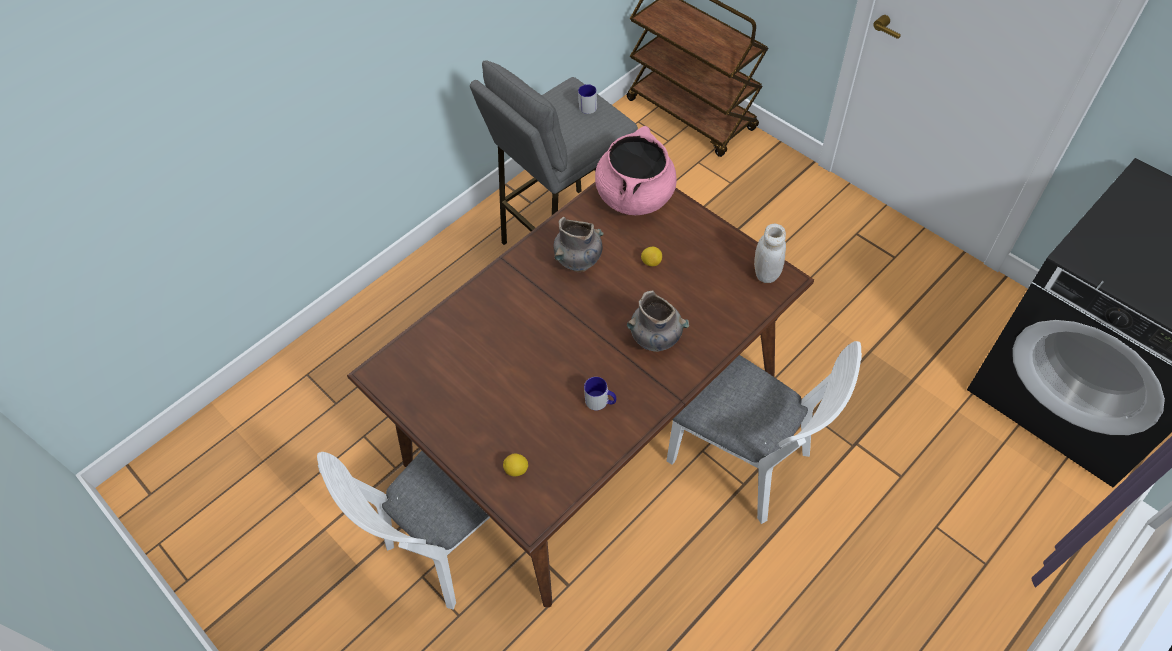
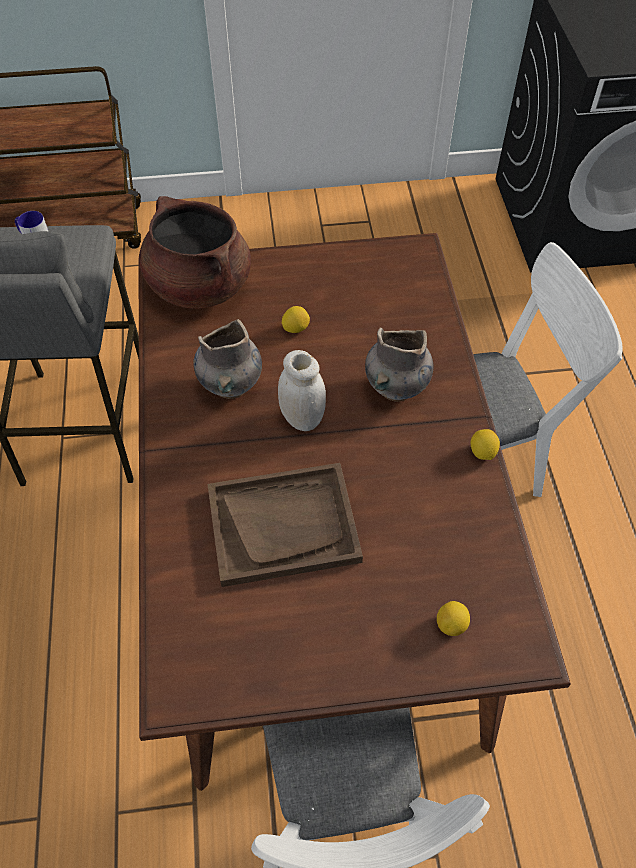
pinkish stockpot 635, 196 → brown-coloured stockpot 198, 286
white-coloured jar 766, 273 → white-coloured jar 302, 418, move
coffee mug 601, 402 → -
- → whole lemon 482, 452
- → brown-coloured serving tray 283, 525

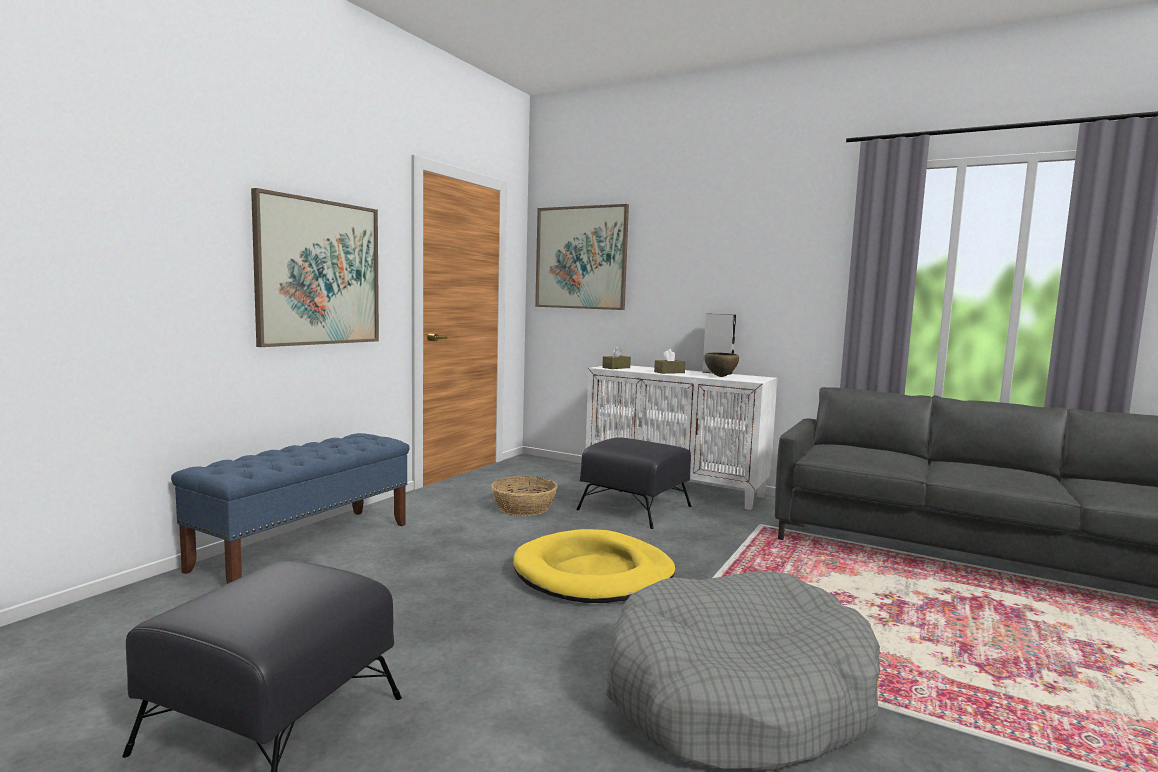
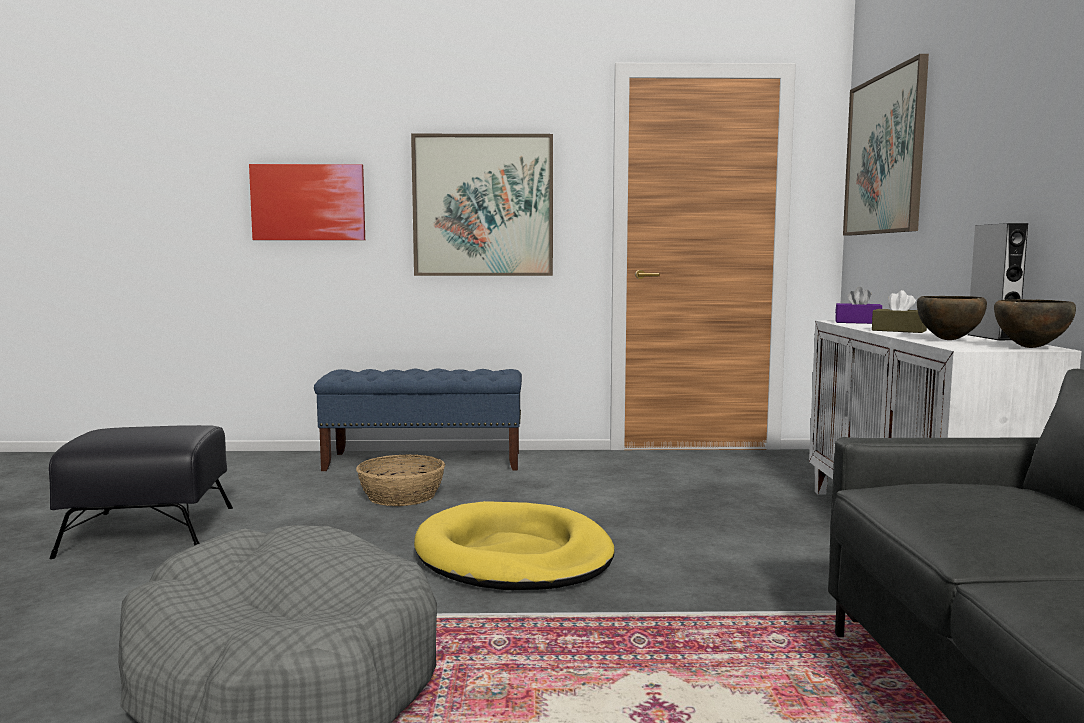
brown-coloured tissue holder 616, 368 → purple tissue holder 857, 322
black pouffe 635, 508 → -
household basket 523, 508 → household basket 402, 496, move
- → wall picture 308, 202
- → brown-coloured bowl 1030, 347

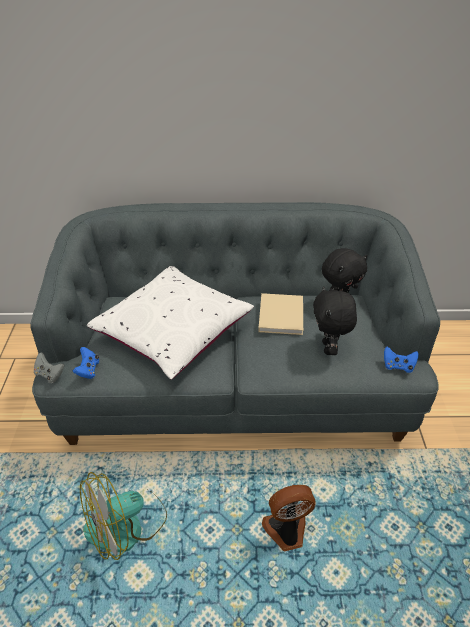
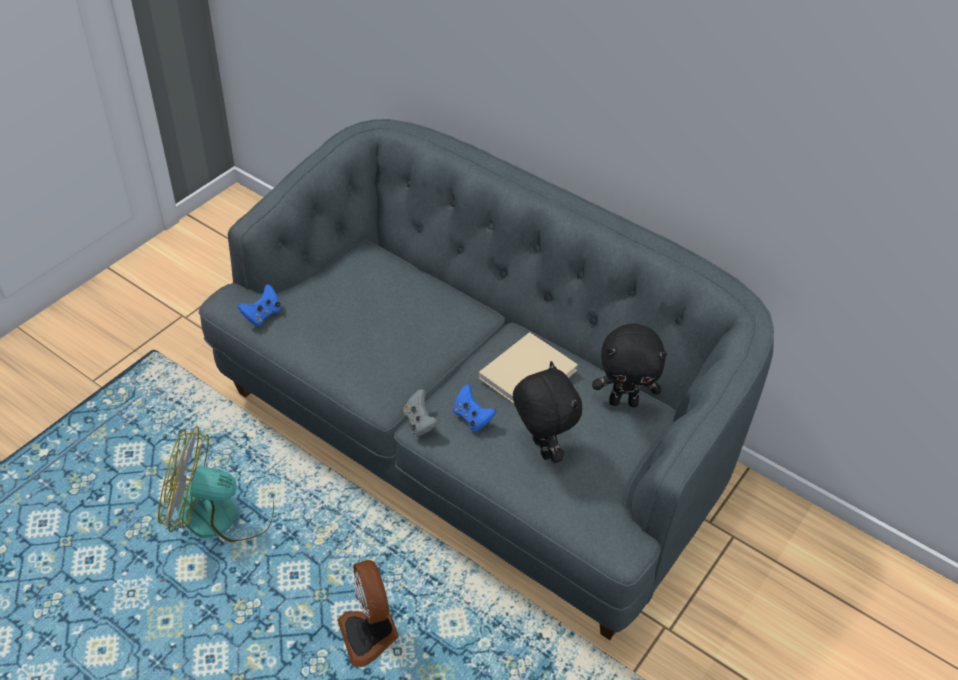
white-coloured pillow 173, 331 → -
black soft toy 329, 348 → black soft toy 540, 448, 120 degrees clockwise
blue-coloured joypad 398, 366 → blue-coloured joypad 472, 417, move
grey joypad 50, 375 → grey joypad 419, 422, move
cooling fan 286, 531 → cooling fan 370, 635, 135 degrees counterclockwise

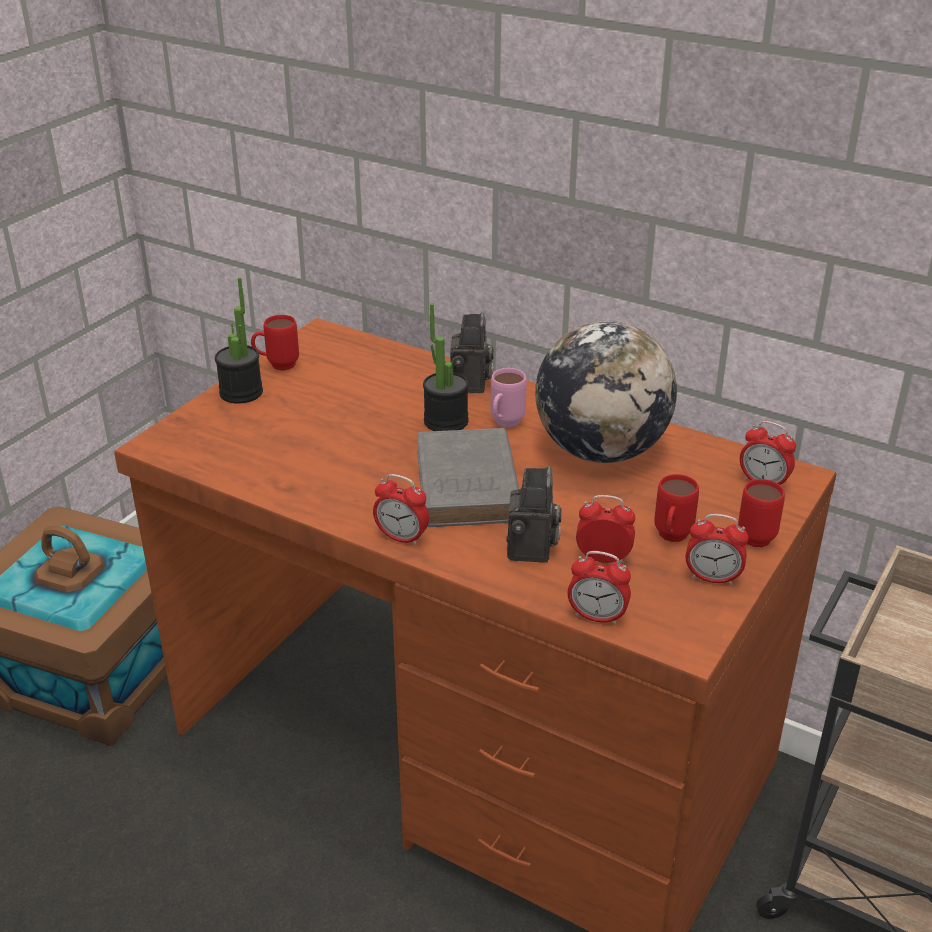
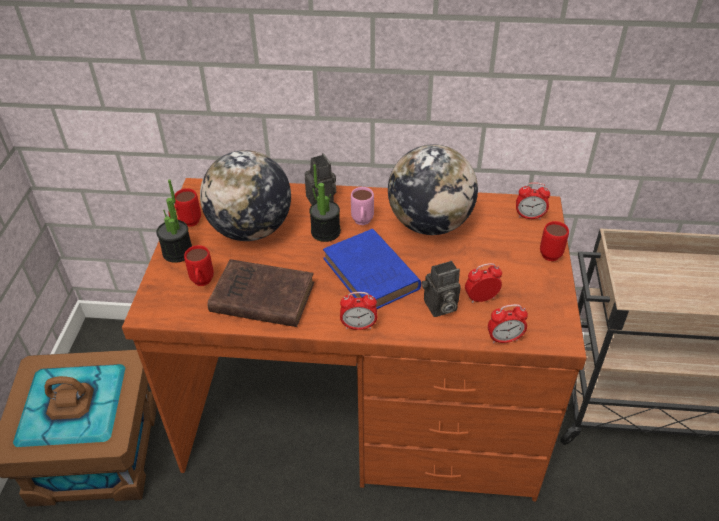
grey bound book 468, 487 → blue-coloured bound book 372, 276
still camera 532, 551 → still camera 439, 307, 90 degrees clockwise
red-coloured coffee mug 671, 538 → red-coloured coffee mug 202, 284, move
table clock 712, 578 → -
- → world globe 251, 229
- → brown-coloured bound book 260, 297

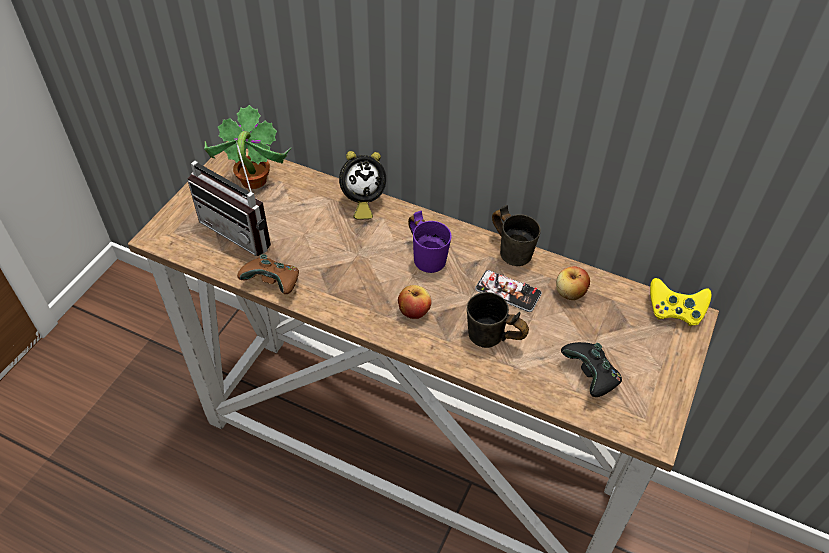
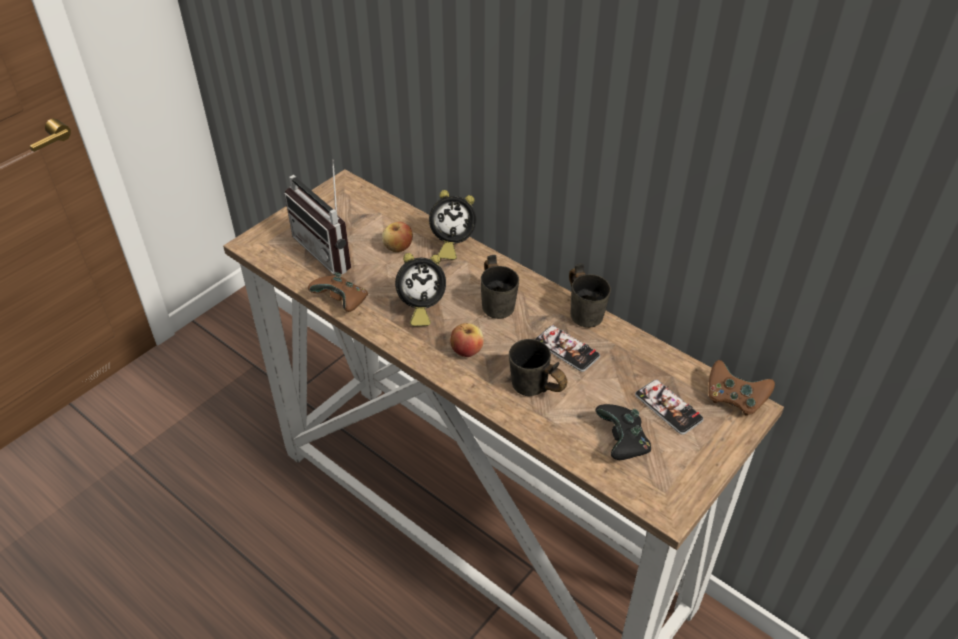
plant in a pot 253, 181 → -
purple coffee mug 429, 256 → grey coffee mug 500, 303
whole apple 570, 293 → whole apple 398, 247, move
yellow joypad 674, 312 → brown-coloured joypad 734, 399
- → table clock 420, 308
- → handset 668, 407

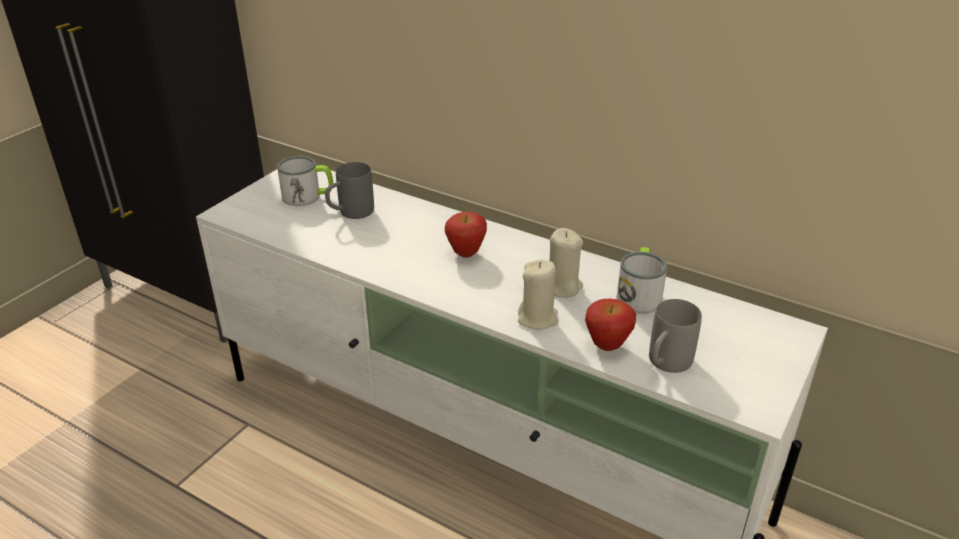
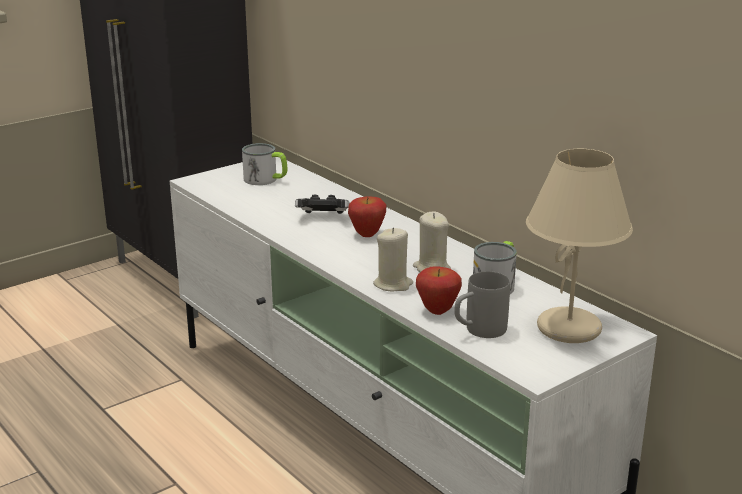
grey coffee mug 350, 213 → -
- → beige-coloured lamp for a table 569, 329
- → joypad 323, 218

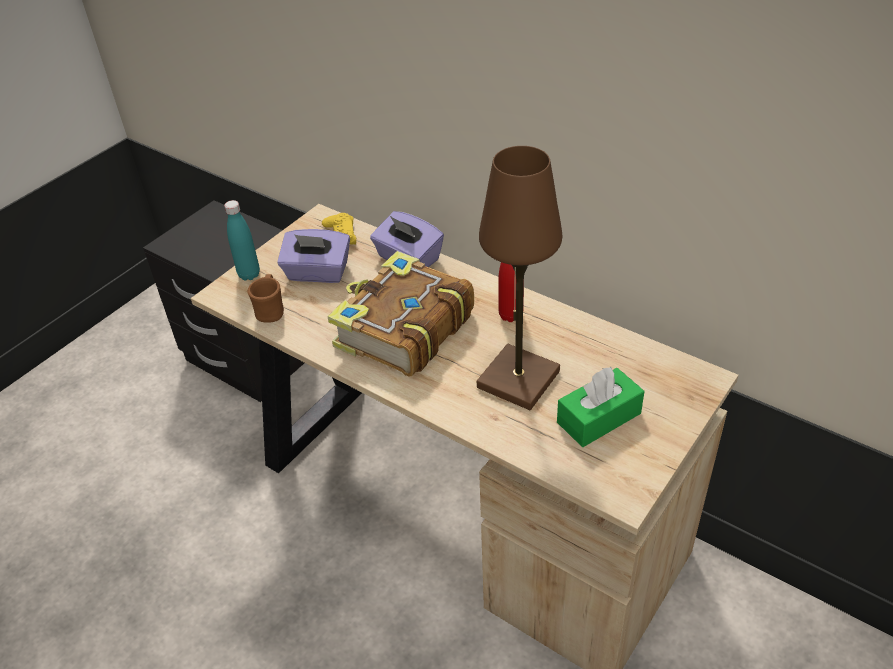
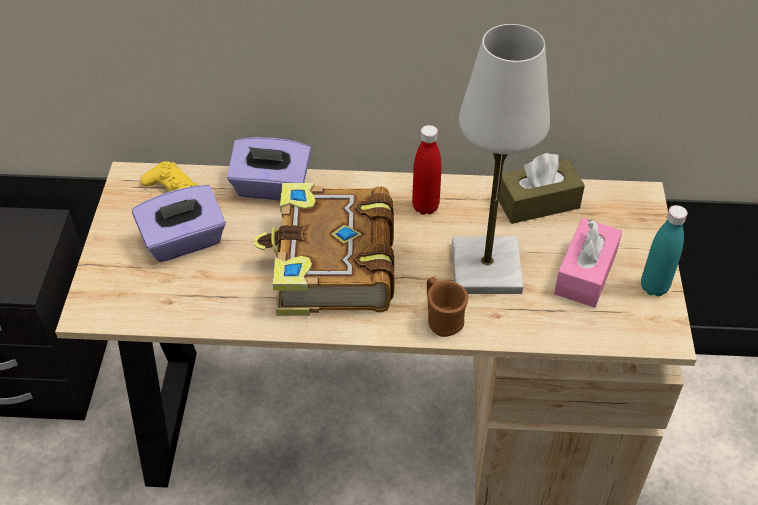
brown-coloured lamp for a table 518, 380 → white-coloured lamp for a table 486, 268
turquoise beverage bottle 249, 274 → turquoise beverage bottle 654, 287, move
brown-coloured coffee mug 271, 311 → brown-coloured coffee mug 442, 319, move
greenish tissue holder 599, 418 → pinkish tissue holder 585, 273
- → brown-coloured tissue holder 538, 203

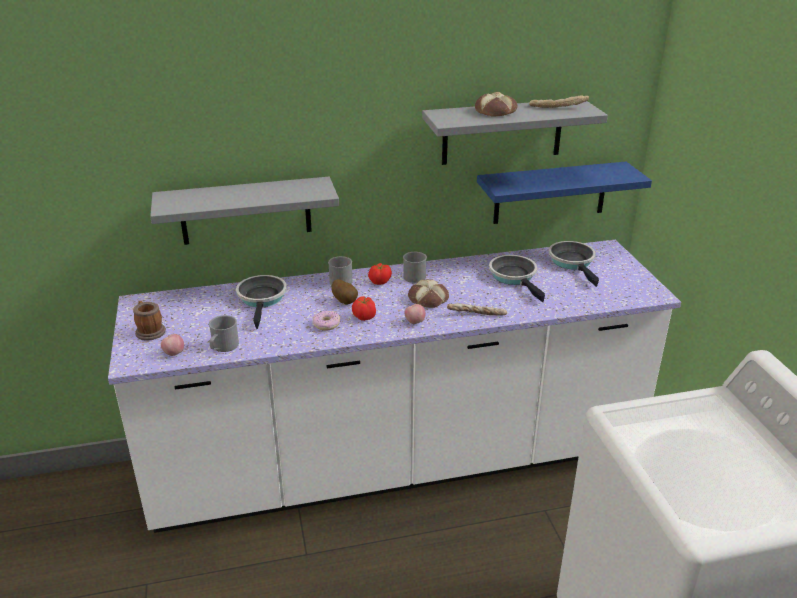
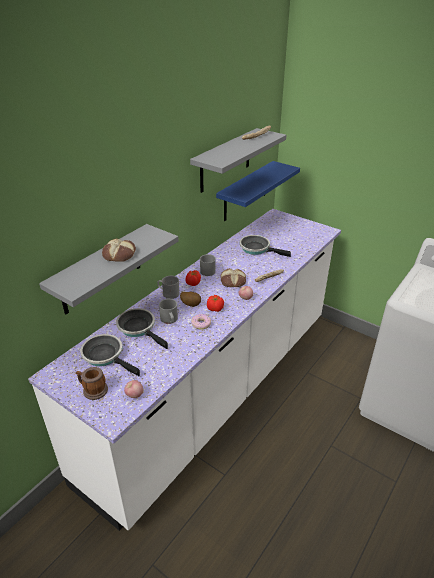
baked bread 496, 111 → baked bread 120, 254, move
skillet 573, 262 → skillet 106, 356, move
grey coffee mug 223, 347 → grey coffee mug 169, 320, move

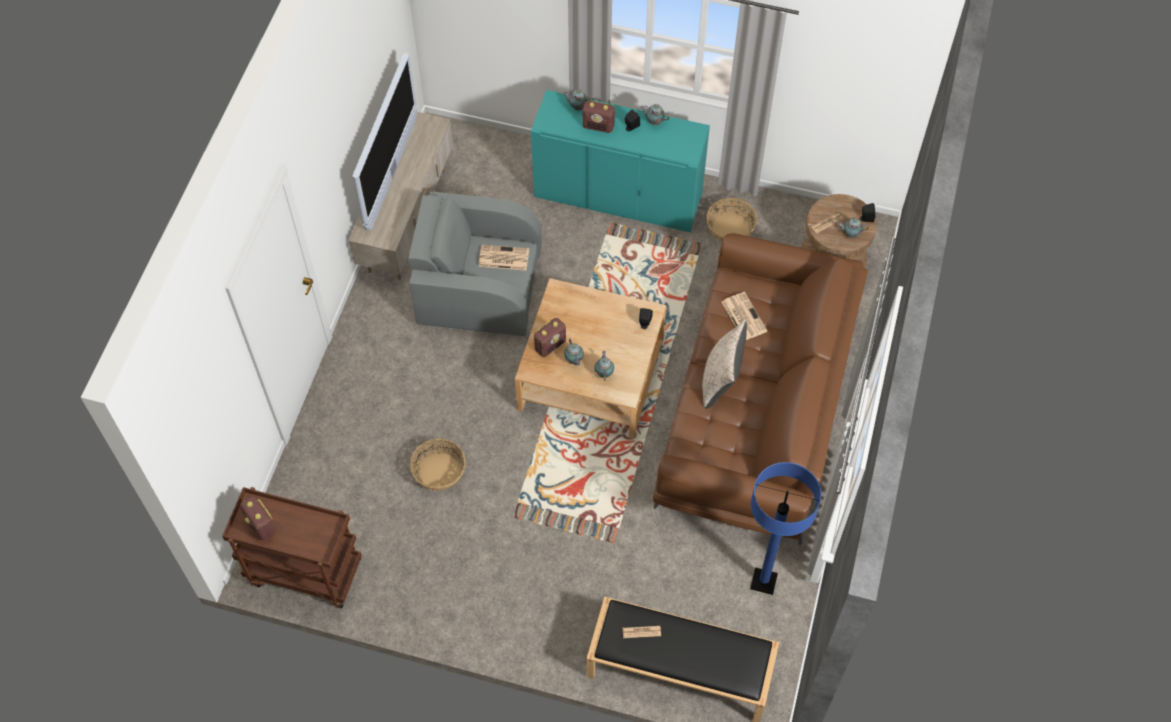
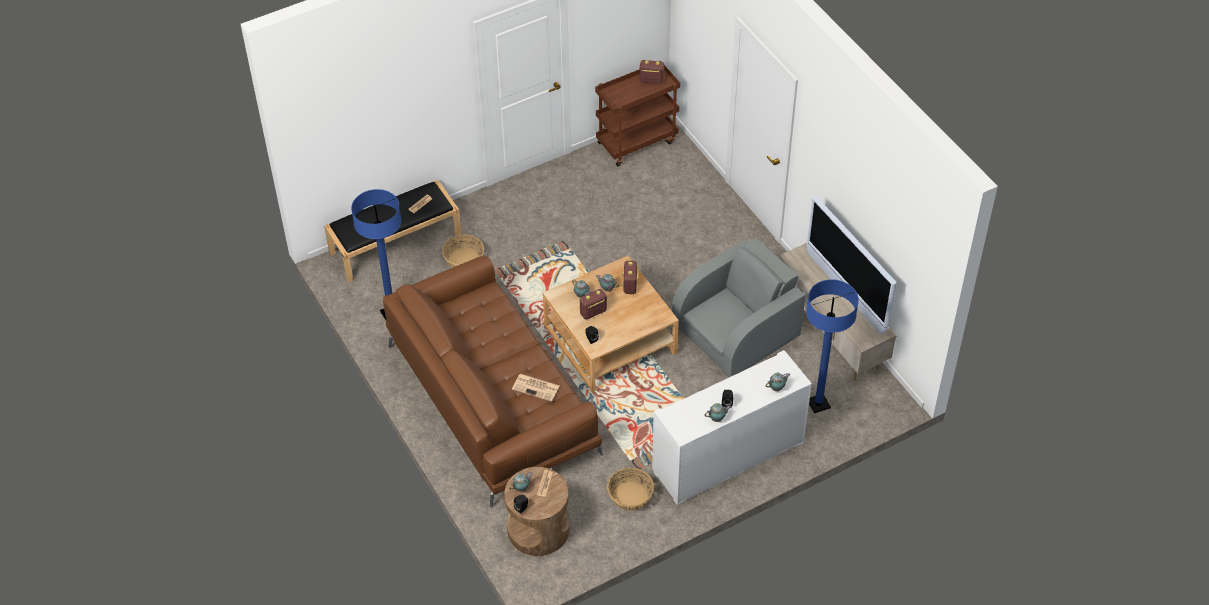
turquoise storage cabinet 618, 195 → white-coloured storage cabinet 728, 457
radio 599, 126 → radio 593, 312, move
newspaper 503, 258 → -
beige-coloured pillow 720, 380 → -
household basket 439, 472 → household basket 463, 259, move
- → blue-coloured standing lamp 818, 404

